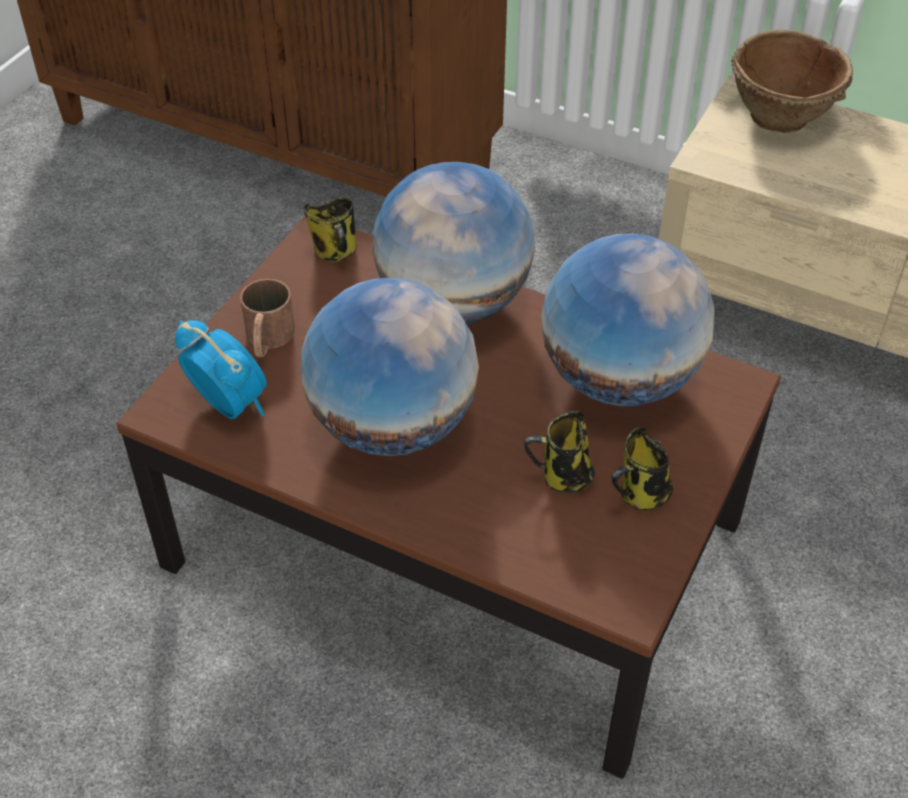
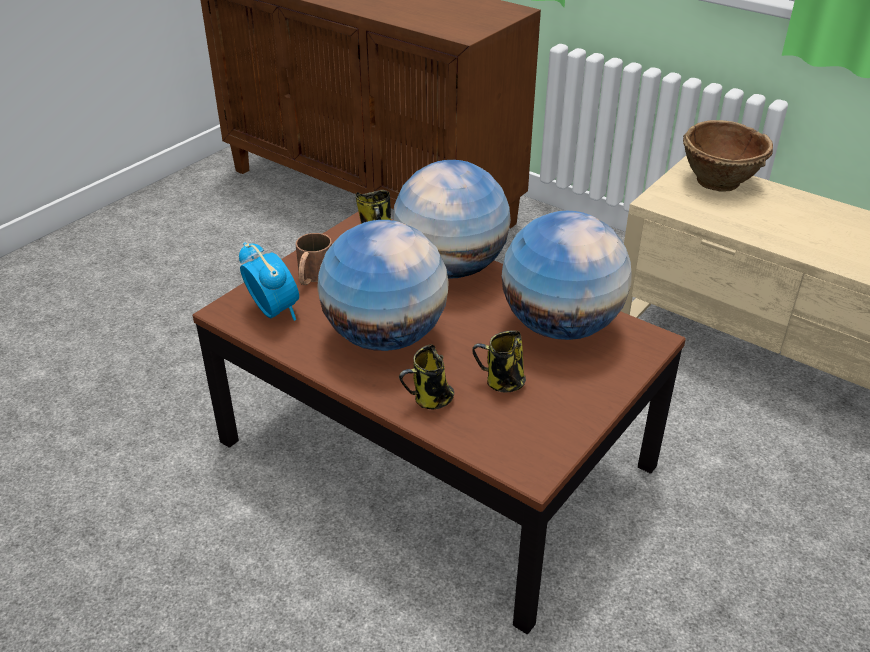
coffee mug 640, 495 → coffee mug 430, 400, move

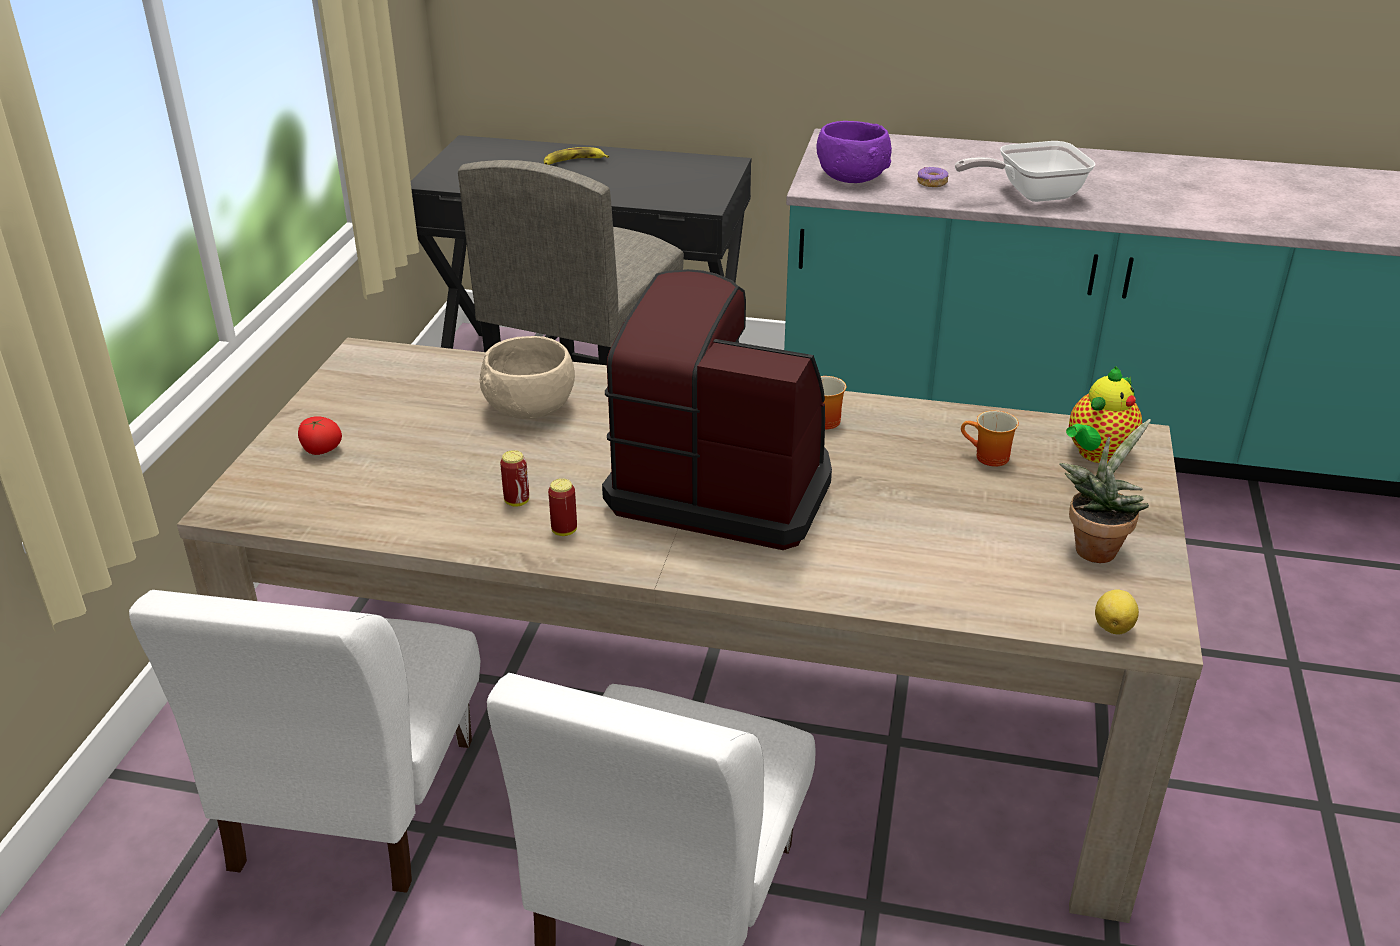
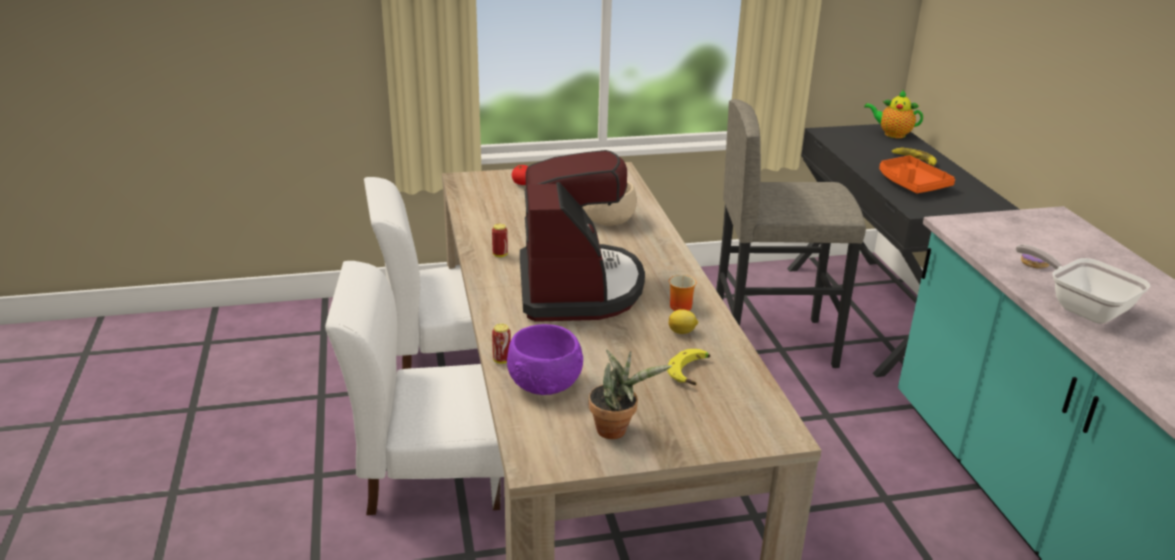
purple bowl 851, 176 → purple bowl 545, 383, move
tea pot 1096, 454 → tea pot 892, 134, move
coffee mug 987, 458 → banana fruit 692, 372
can 517, 501 → can 501, 360, move
whole lemon 1113, 626 → whole lemon 682, 332, move
- → orange serving tray 911, 184

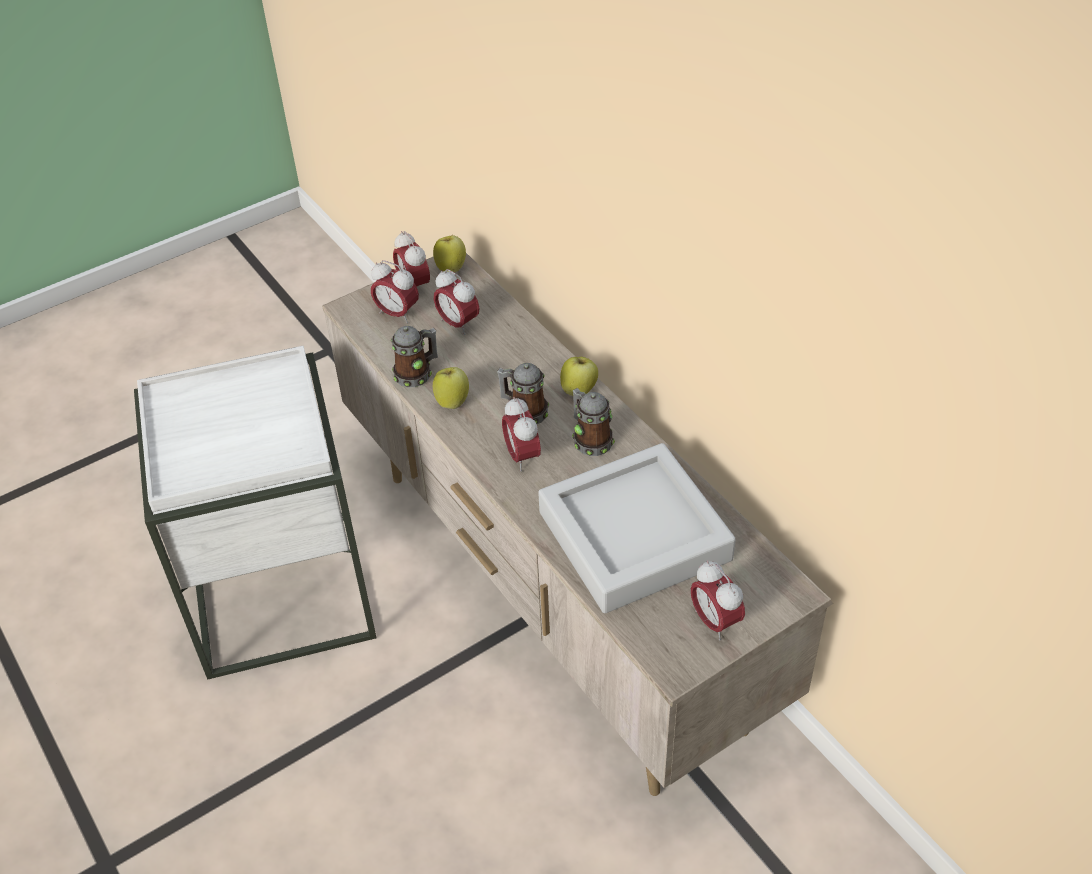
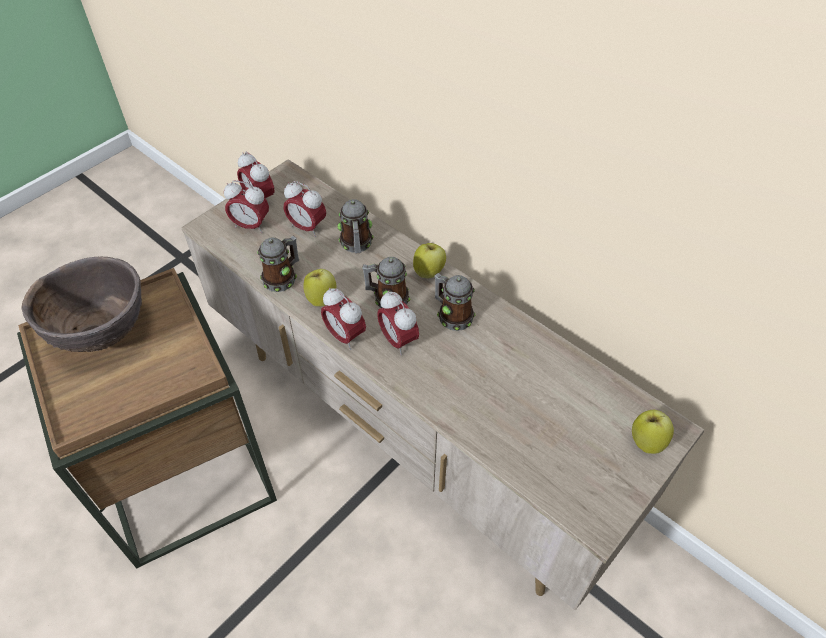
whole apple 451, 268 → whole apple 646, 441, move
white-coloured accent table 282, 592 → brown-coloured accent table 186, 474
grey serving tray 634, 536 → -
table clock 715, 621 → table clock 345, 336, move
- → coffee mug 356, 245
- → brown-coloured bowl 103, 334

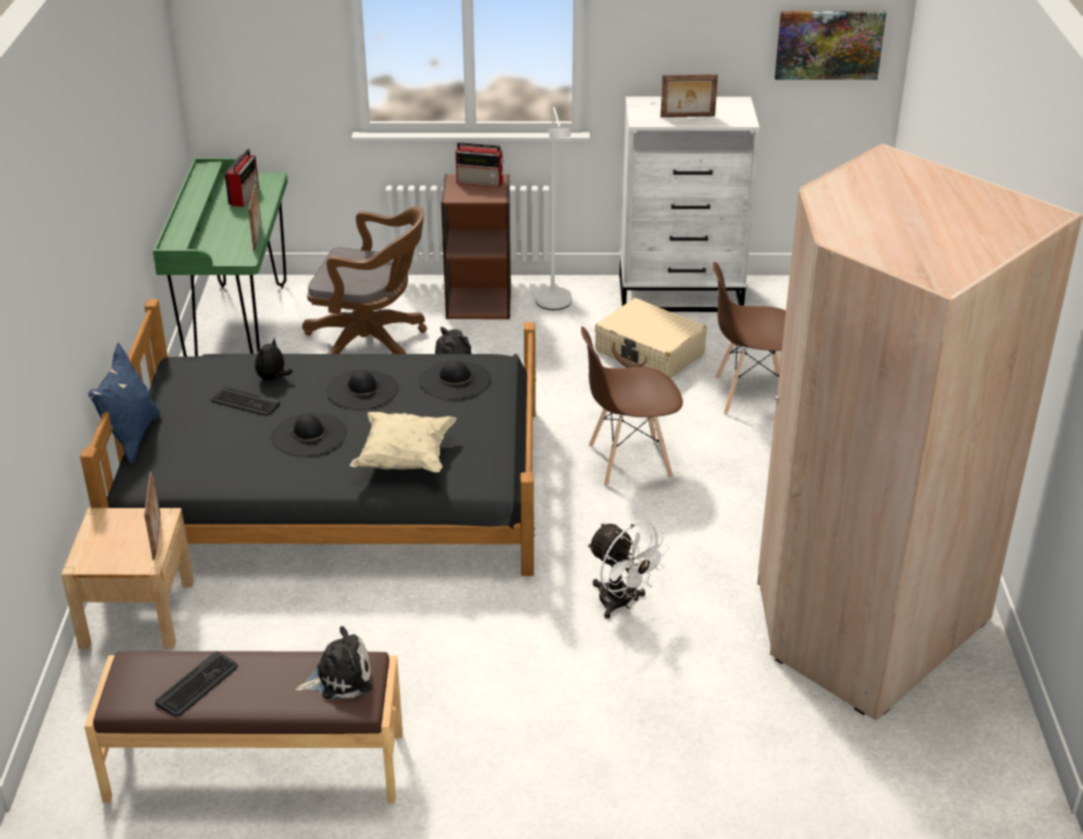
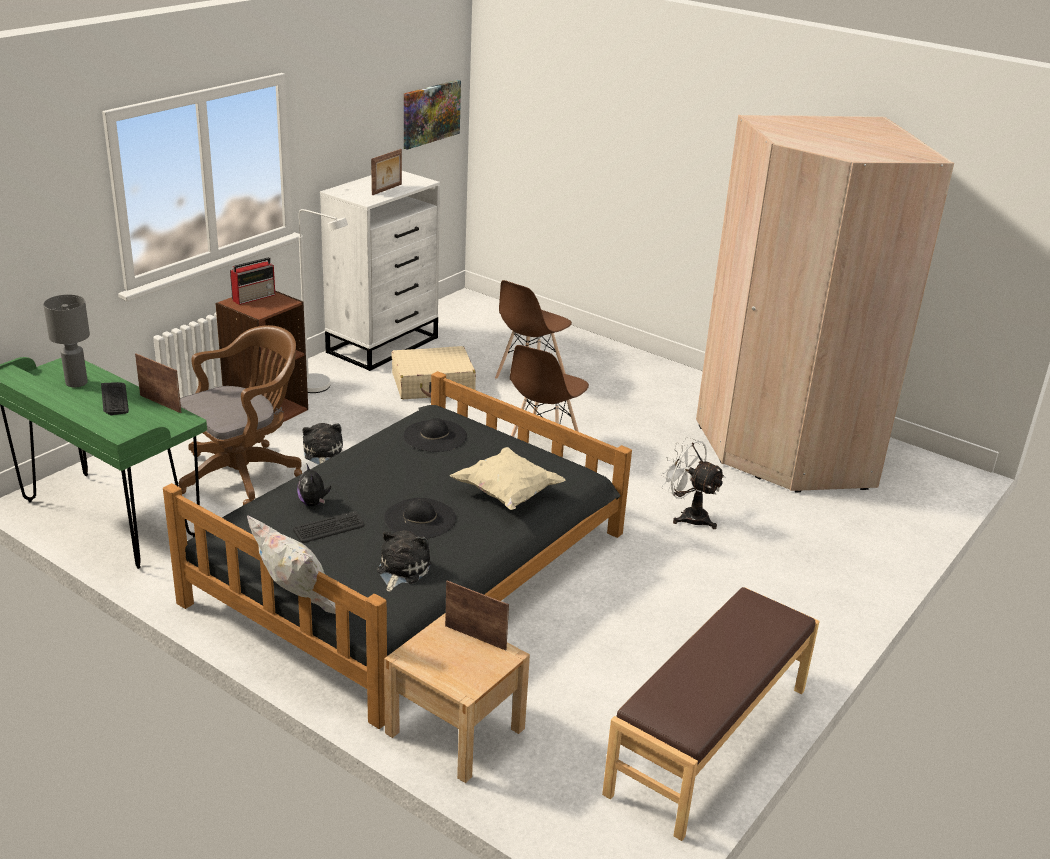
radio 244, 195 → grey lamp for a table 76, 383
blue-coloured pillow 131, 438 → white-coloured pillow 295, 602
black clothing hat 362, 390 → -
white-coloured cooling fan 622, 603 → white-coloured cooling fan 688, 516, 135 degrees counterclockwise
soft toy 339, 678 → soft toy 401, 570, move
PC keyboard 197, 685 → PC keyboard 114, 399, move

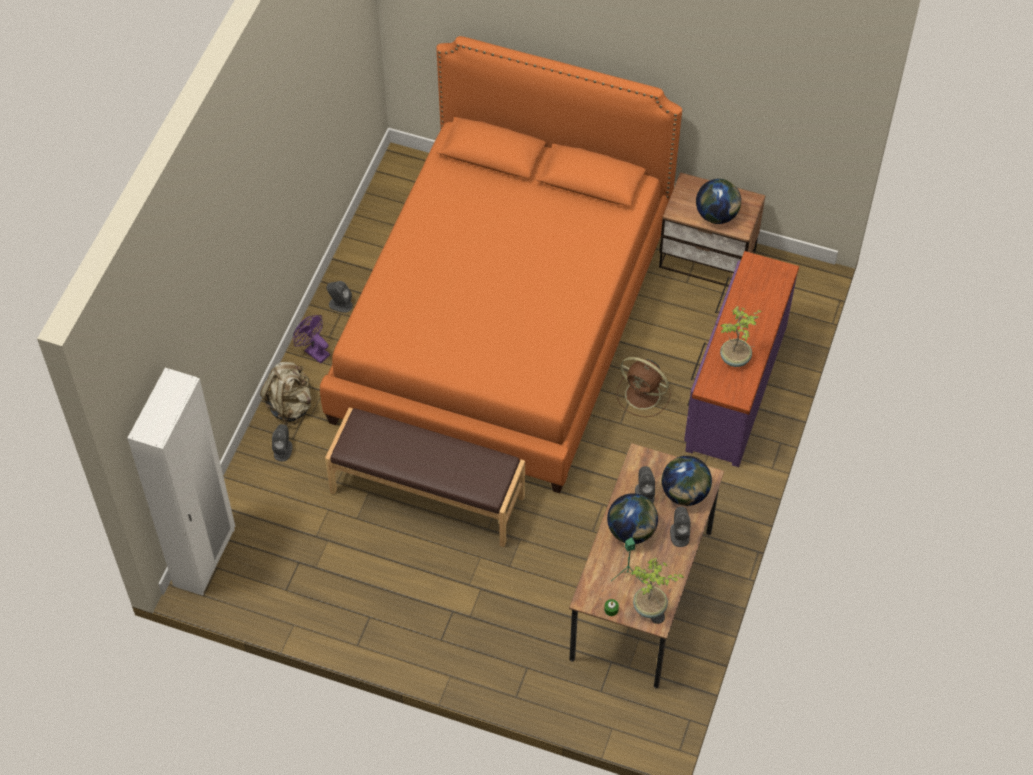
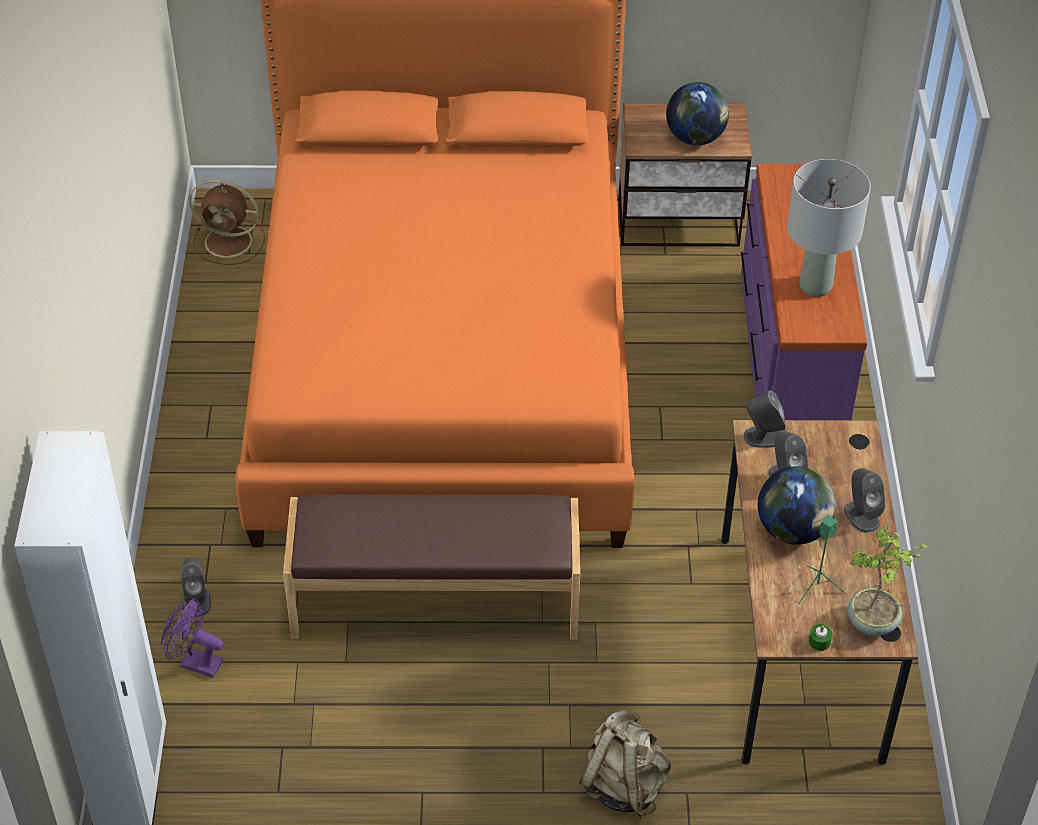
grey audio speaker 340, 304 → grey audio speaker 763, 437, move
plant in a pot 736, 358 → grey lamp for a table 815, 286
purple cooling fan 313, 351 → purple cooling fan 195, 662, move
brown-coloured cooling fan 644, 395 → brown-coloured cooling fan 230, 242, move
beige-coloured knapsack 290, 405 → beige-coloured knapsack 624, 785, move
world globe 685, 493 → -

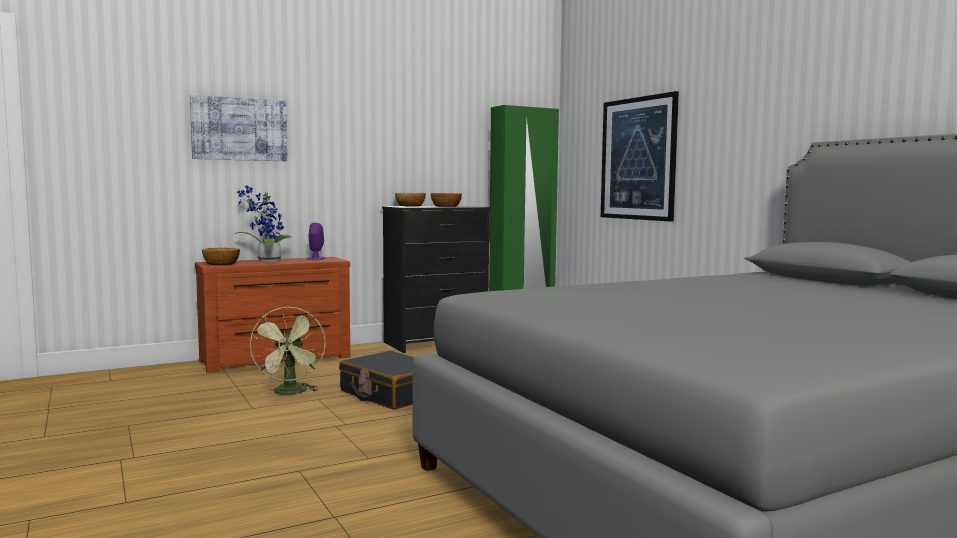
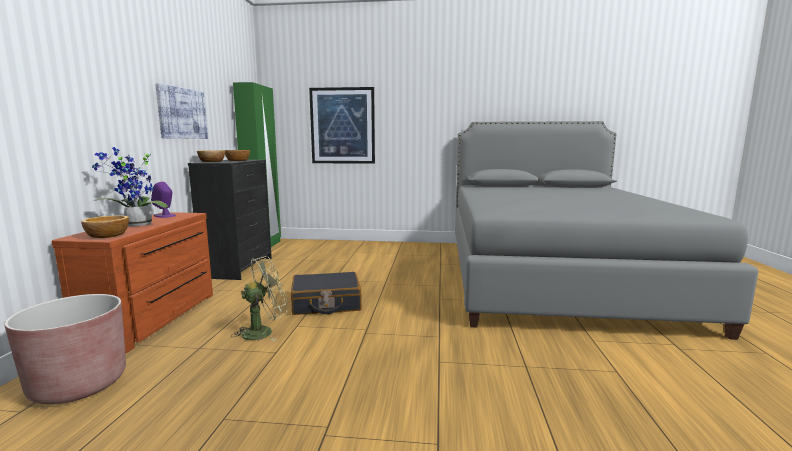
wall picture 239, 129 → wall picture 182, 113, move
greenish cooling fan 290, 393 → greenish cooling fan 263, 331, 60 degrees counterclockwise
- → brown-coloured flower pot 79, 384

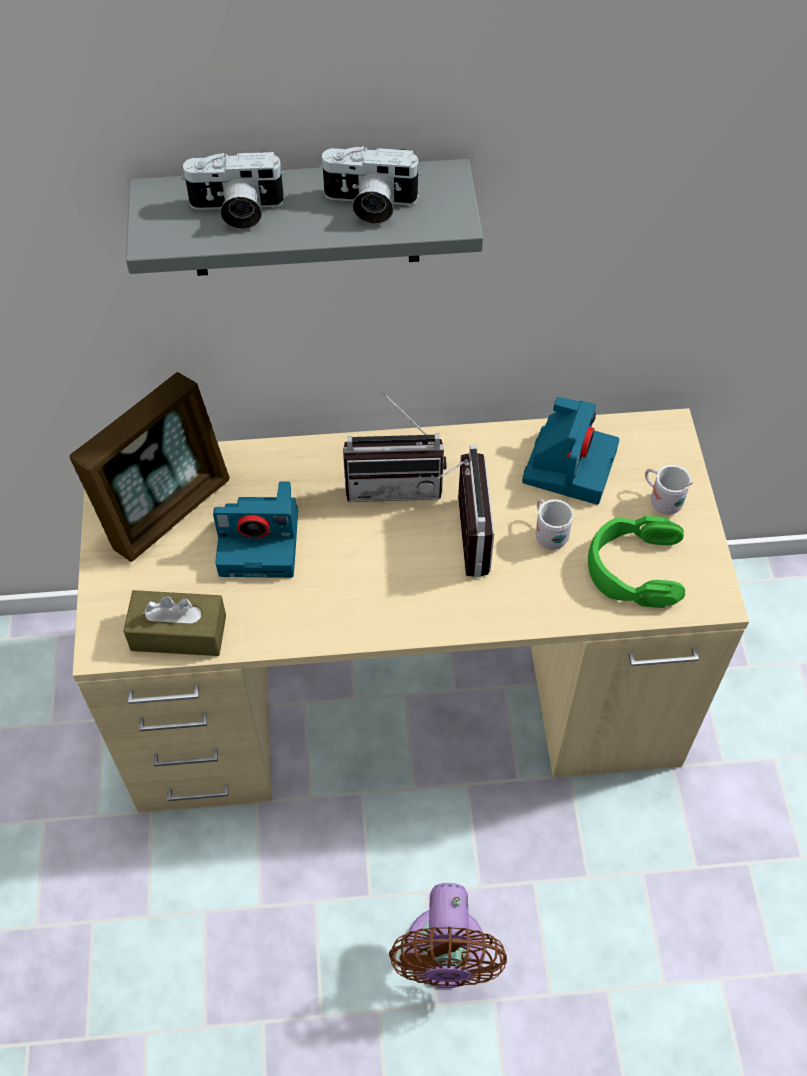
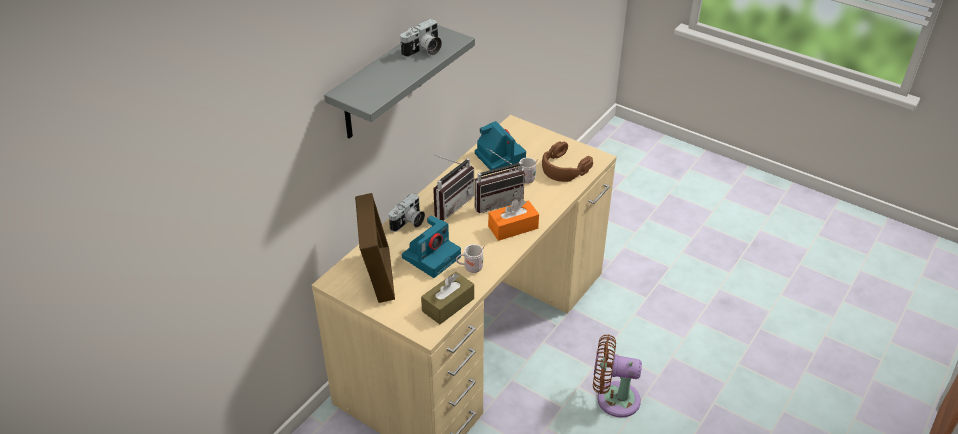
still camera 236, 210 → still camera 408, 223, move
radio 460, 536 → radio 497, 201, 120 degrees clockwise
white-coloured coffee mug 661, 500 → white-coloured coffee mug 470, 268, move
greenish headphones 633, 568 → brown-coloured headphones 563, 168
brown-coloured cooling fan 445, 957 → brown-coloured cooling fan 613, 398, 150 degrees clockwise
- → orange tissue holder 513, 227

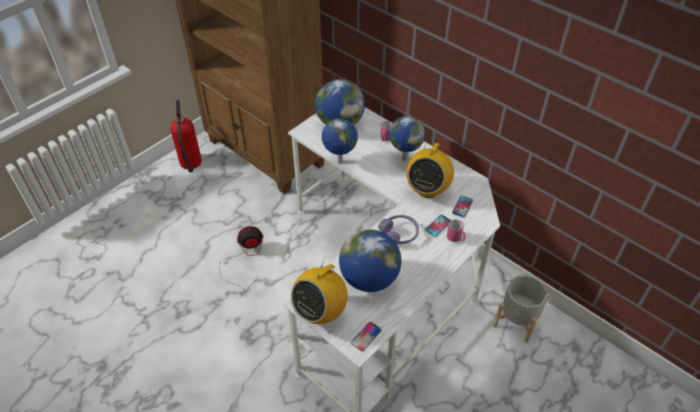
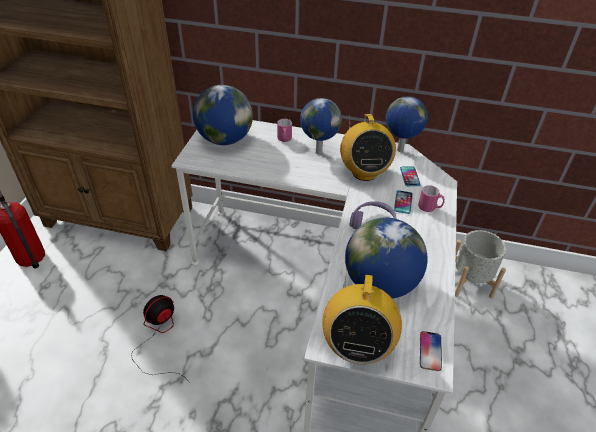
world globe 339, 162 → world globe 400, 150, move

